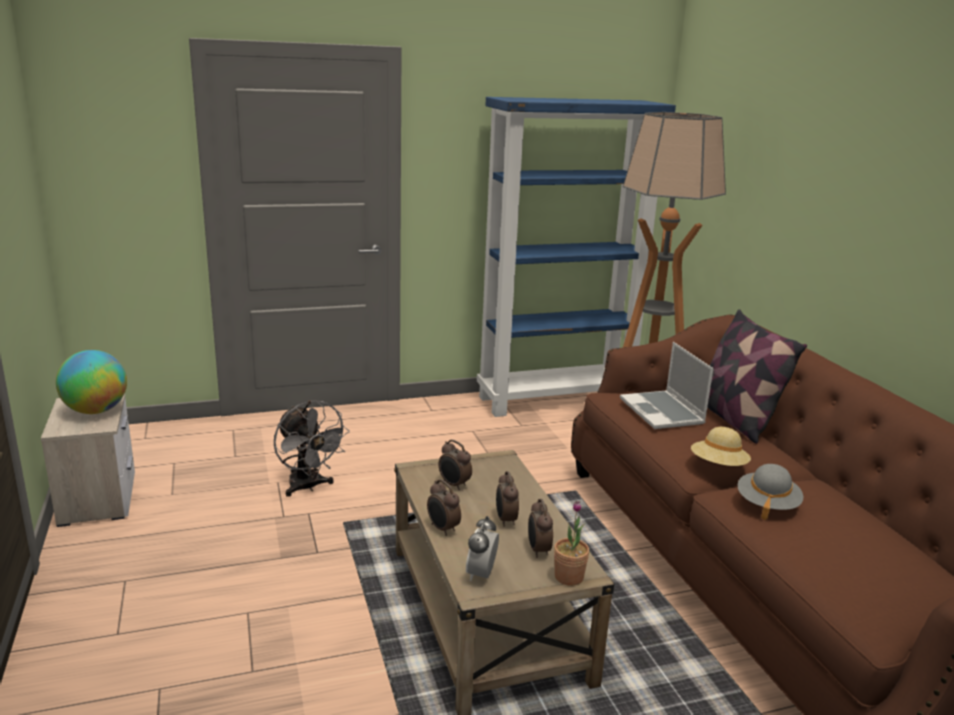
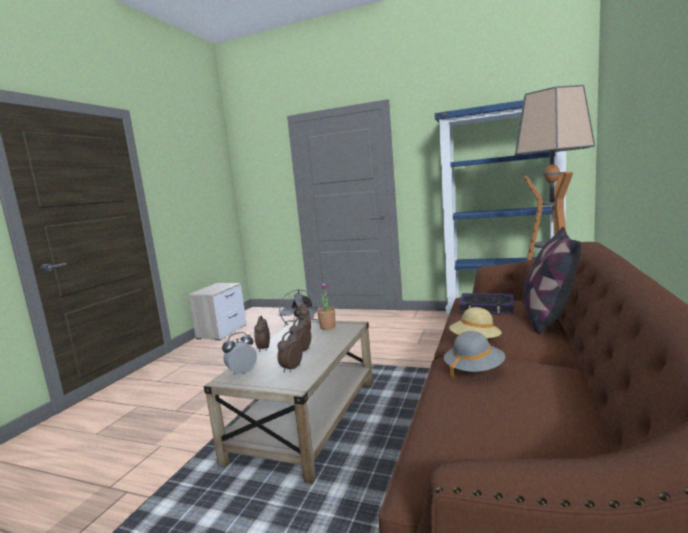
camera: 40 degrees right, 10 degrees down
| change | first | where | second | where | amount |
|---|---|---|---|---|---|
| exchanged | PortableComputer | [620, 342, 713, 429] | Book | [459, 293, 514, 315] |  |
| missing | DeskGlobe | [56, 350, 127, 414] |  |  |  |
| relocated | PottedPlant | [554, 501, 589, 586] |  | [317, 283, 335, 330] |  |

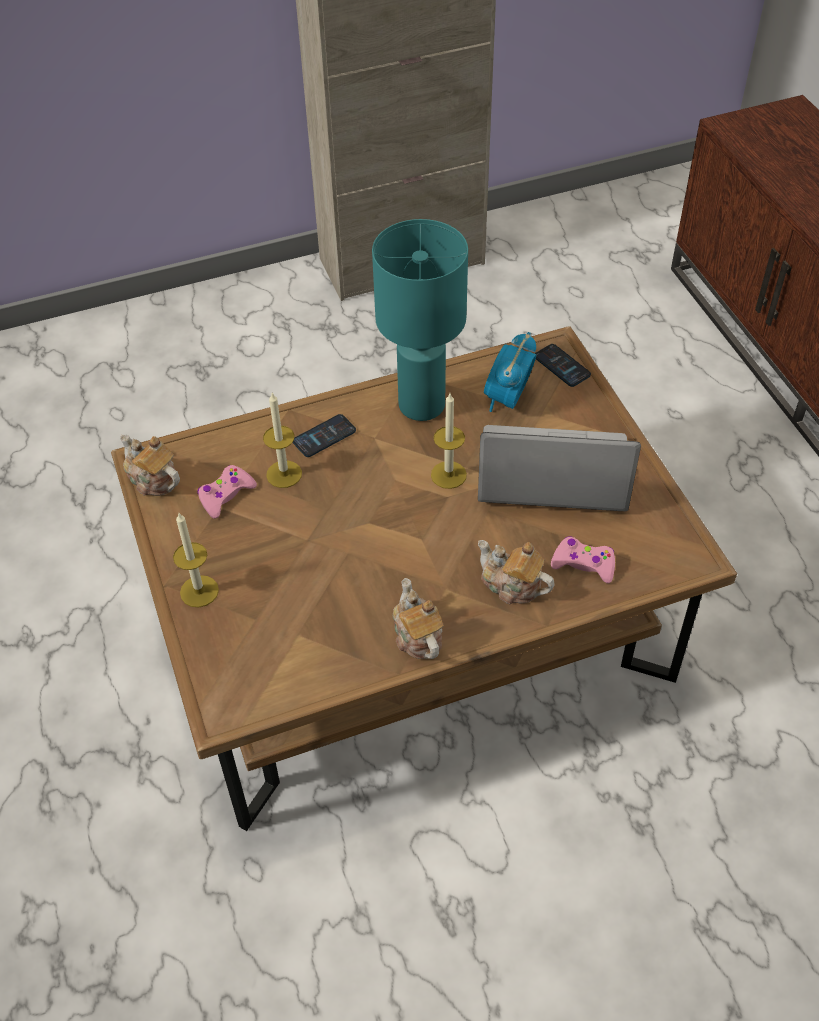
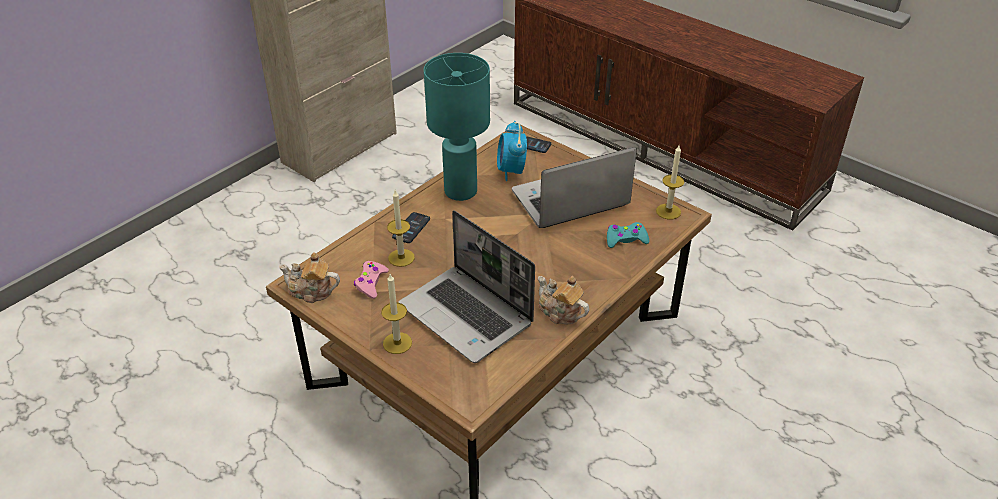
camera: 30 degrees left, 10 degrees down
| change | first | where | second | where | amount |
|---|---|---|---|---|---|
| relocated | Candle | [431, 394, 467, 489] |  | [656, 145, 684, 219] |  |
| colour | PinkishJoypad | [551, 536, 615, 583] | BlueGreenJoypad | [607, 222, 649, 248] |  |
| missing | TeaPot | [478, 540, 554, 604] |  |  |  |
| appeared |  |  | PortableComputer | [398, 210, 535, 363] |  |

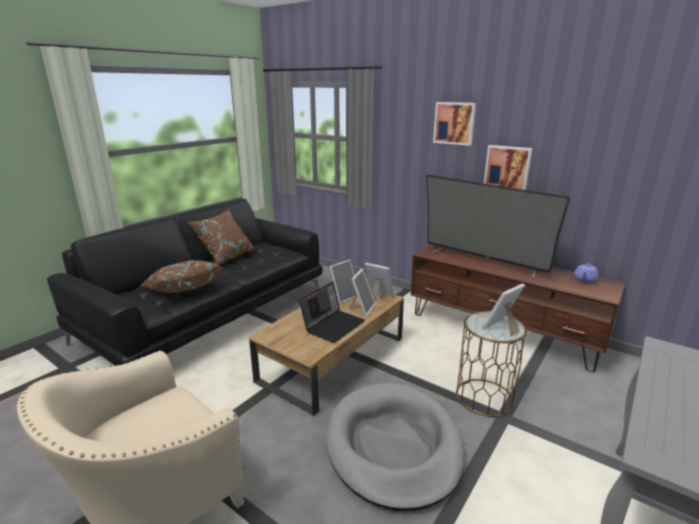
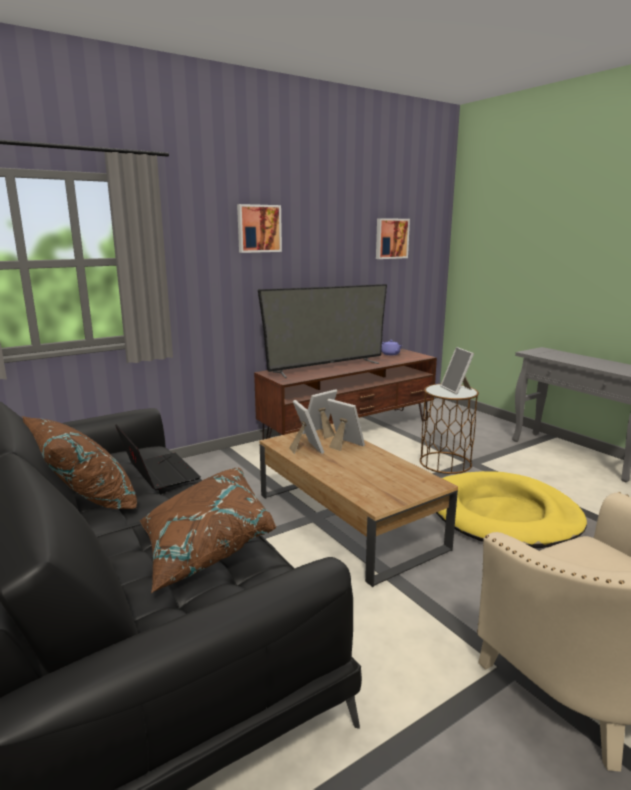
camera: 70 degrees left, 5 degrees down
| change | first | where | second | where | amount |
|---|---|---|---|---|---|
| relocated | Picture | [484, 145, 533, 190] |  | [376, 218, 410, 259] |  |
| relocated | PortableComputer | [299, 282, 365, 343] |  | [115, 424, 201, 490] |  |
| colour | GreyishDogCushion | [326, 383, 465, 512] | YellowDogCushion | [436, 471, 587, 548] |  |

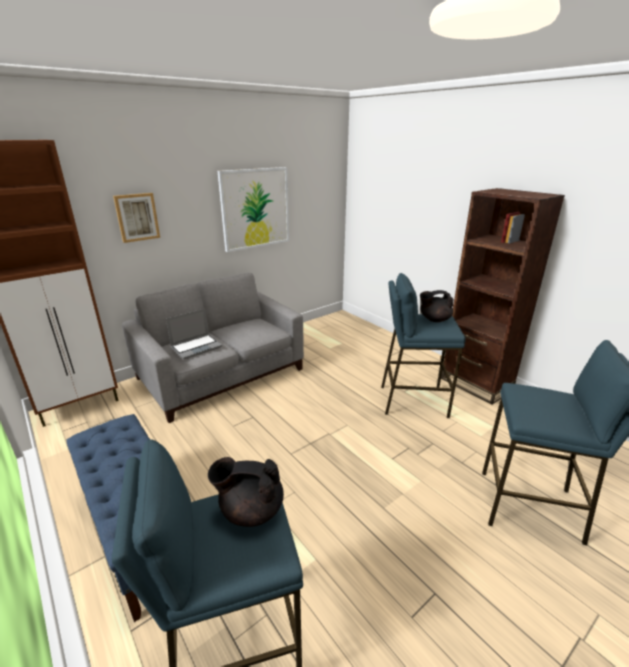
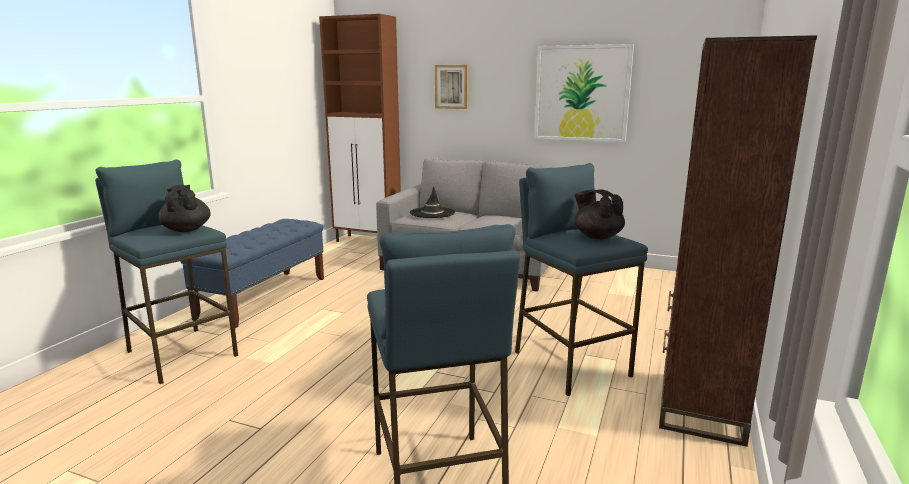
camera: 60 degrees right, 10 degrees down
| change | first | where | second | where | amount |
|---|---|---|---|---|---|
| exchanged | PortableComputer | [166, 308, 222, 359] | BlackWearableHat | [410, 186, 455, 218] |  |

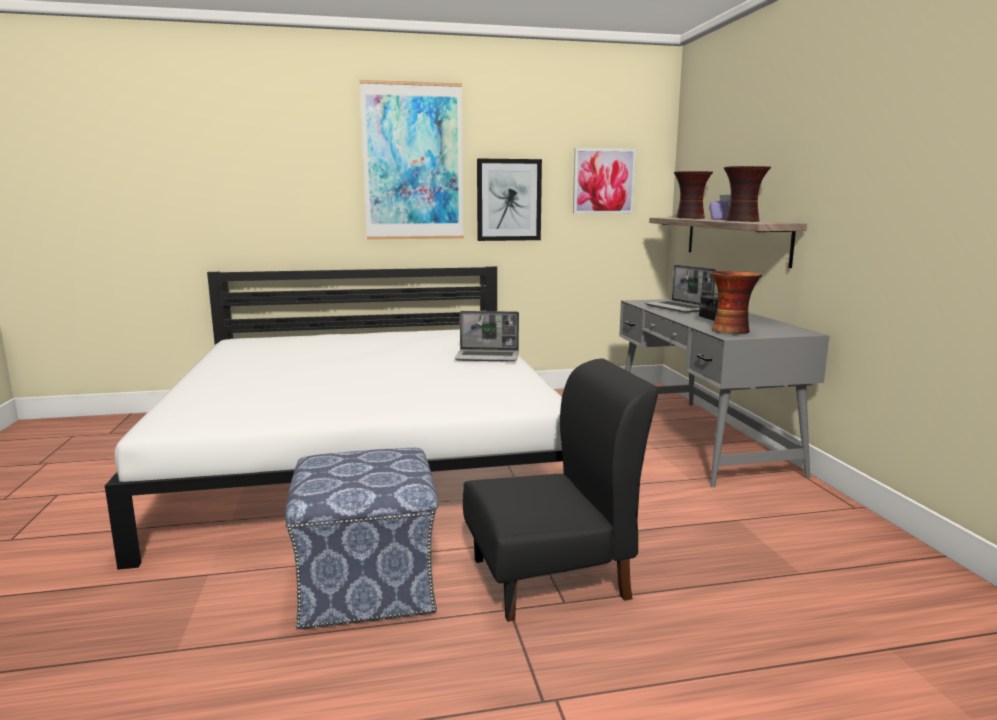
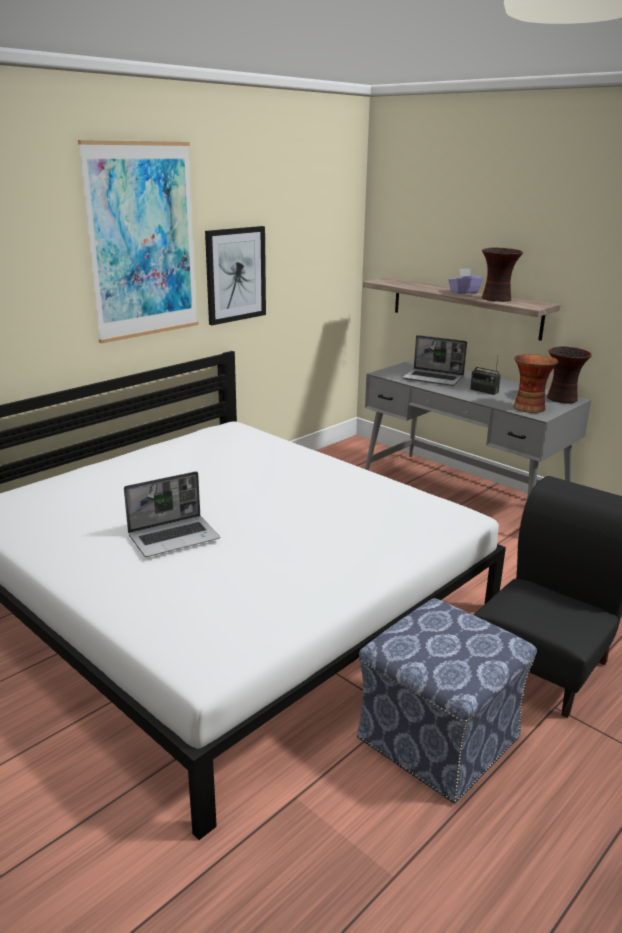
camera: 35 degrees left, 10 degrees up
| change | first | where | second | where | amount |
|---|---|---|---|---|---|
| missing | Picture | [573, 148, 636, 214] |  |  |  |
| relocated | DecorativeVase | [674, 171, 713, 219] |  | [547, 346, 592, 403] |  |
| relocated | PortableComputer | [455, 311, 519, 362] |  | [124, 471, 220, 557] |  |

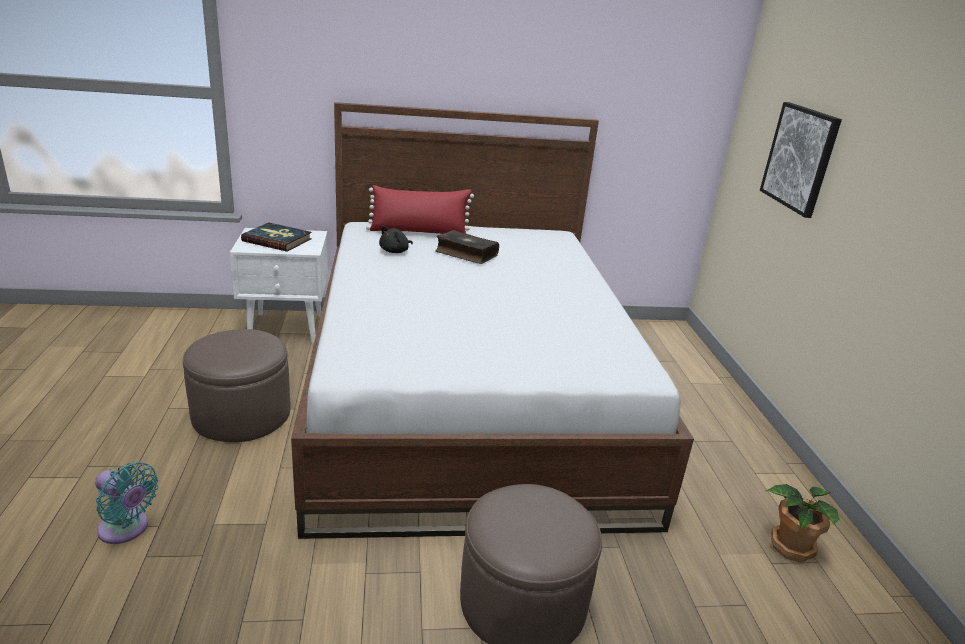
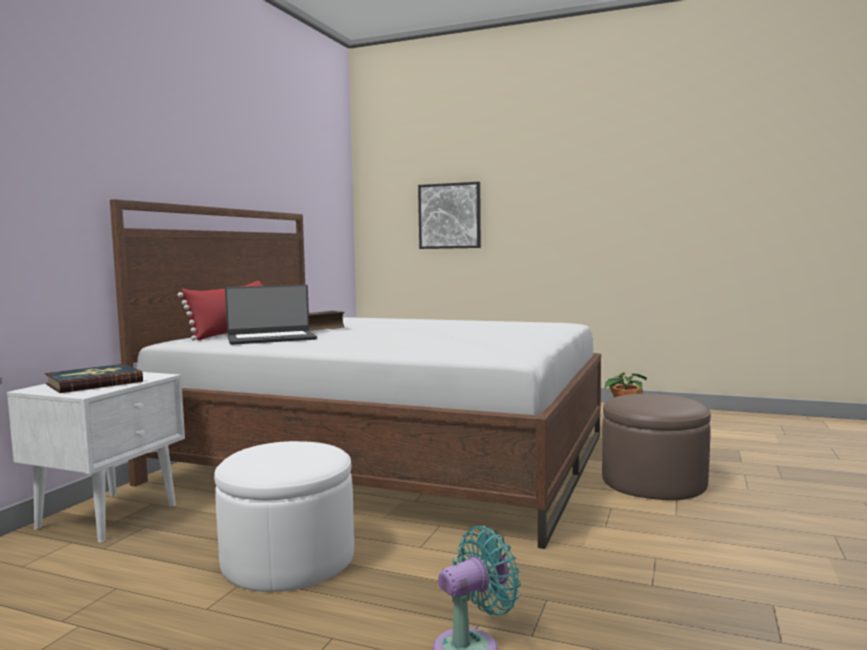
camera: 60 degrees left, 20 degrees down
| change | first | where | second | where | amount |
|---|---|---|---|---|---|
| exchanged | BlackCuddlyToy | [379, 226, 413, 253] | PortableComputer | [225, 285, 317, 345] |  |
| colour | BrownColouredFootrest | [183, 329, 290, 442] | WhiteFootrest | [214, 441, 354, 592] |  |

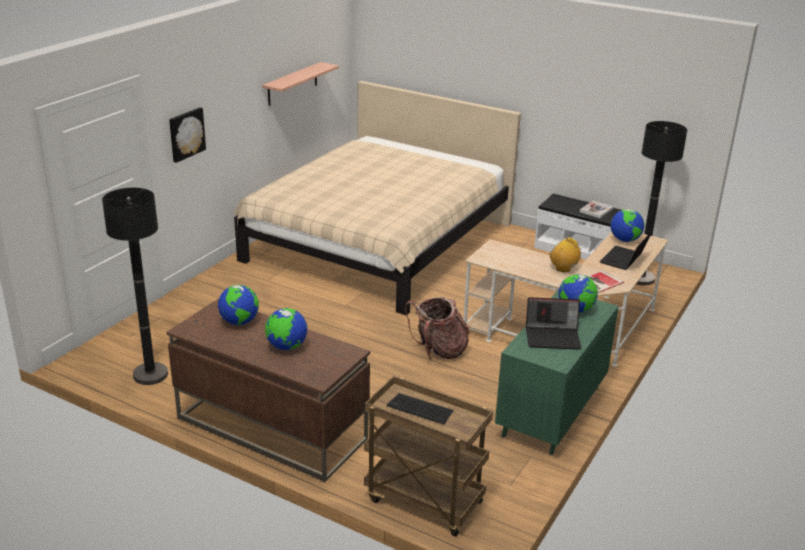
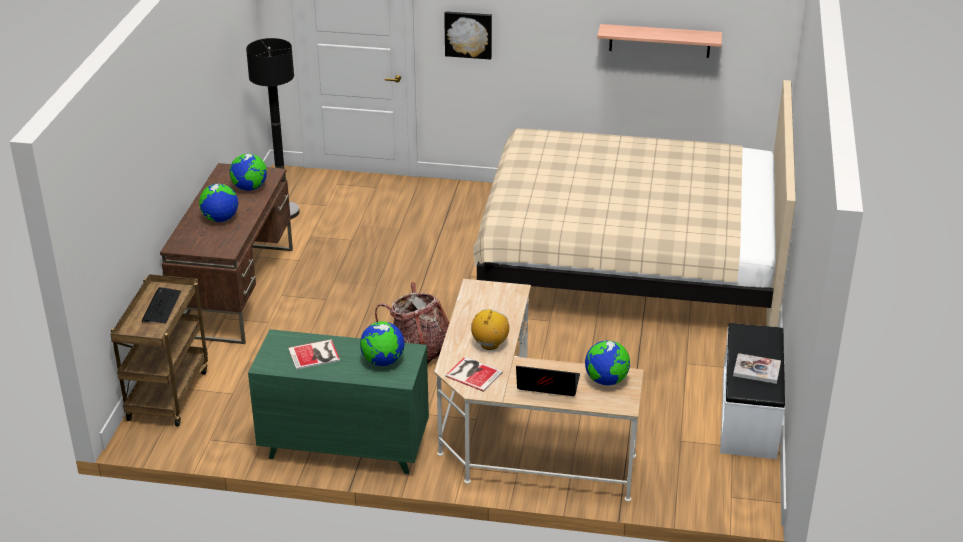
camera: 70 degrees right, 5 degrees up
| change | first | where | second | where | amount |
|---|---|---|---|---|---|
| missing | BlackFloorLamp | [637, 121, 687, 285] |  |  |  |
| exchanged | PortableComputer | [526, 297, 581, 349] | Book | [288, 339, 340, 370] |  |

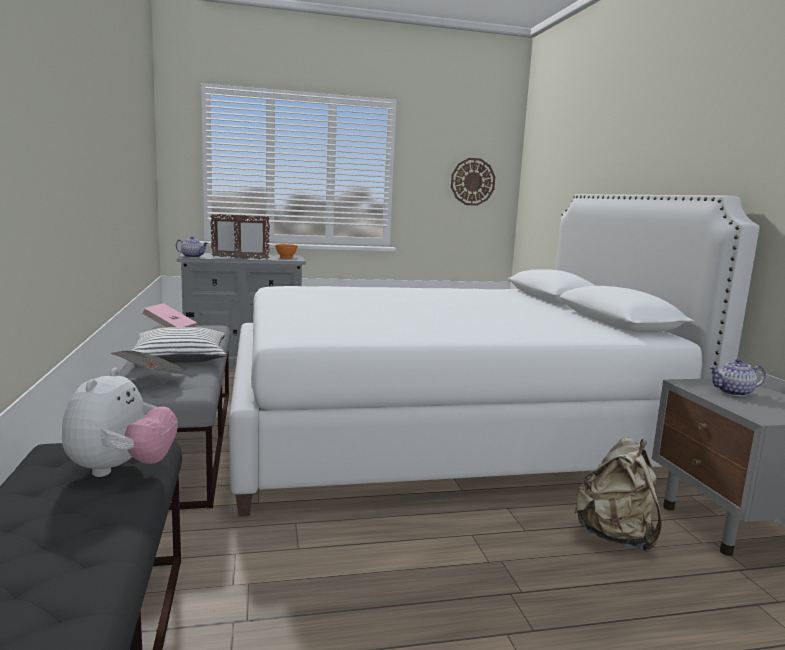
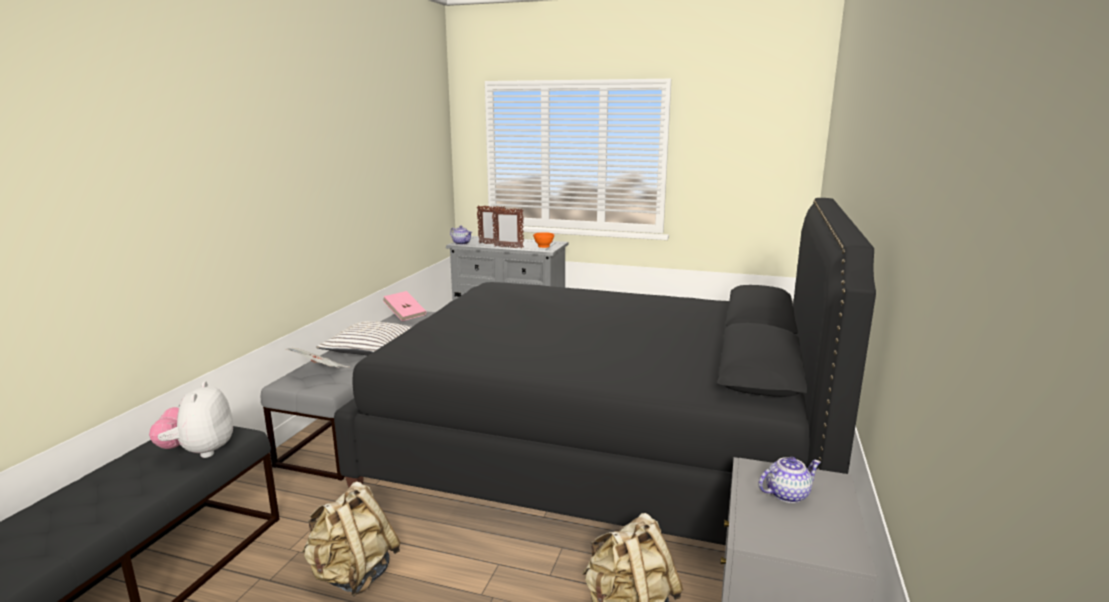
camera: 30 degrees right, 5 degrees up
| change | first | where | second | where | amount |
|---|---|---|---|---|---|
| missing | HangingClock | [451, 158, 495, 206] |  |  |  |
| colour | WhiteBedroomBed | [229, 194, 760, 516] | BlackBedroomBed | [334, 198, 876, 545] |  |
| spun | TeaPot | [709, 358, 766, 397] |  | [758, 457, 821, 503] | 135 degrees clockwise |
| spun | CuddlyToy | [62, 368, 178, 477] |  | [149, 381, 233, 458] | 135 degrees clockwise |
| appeared |  |  | BeigeKnapsack | [302, 481, 401, 597] |  |

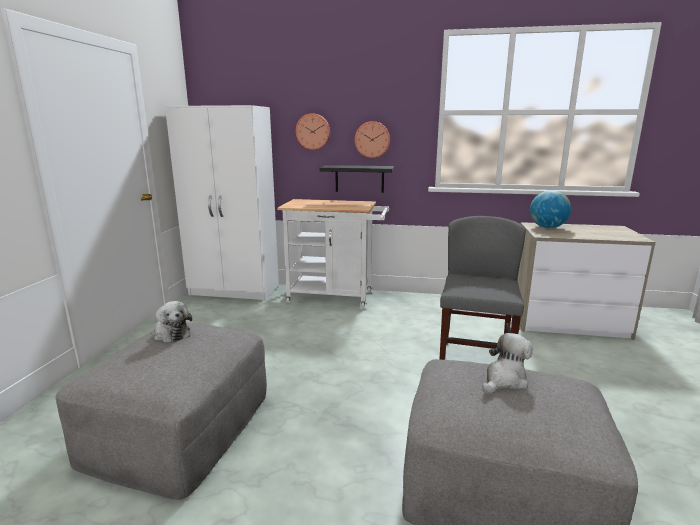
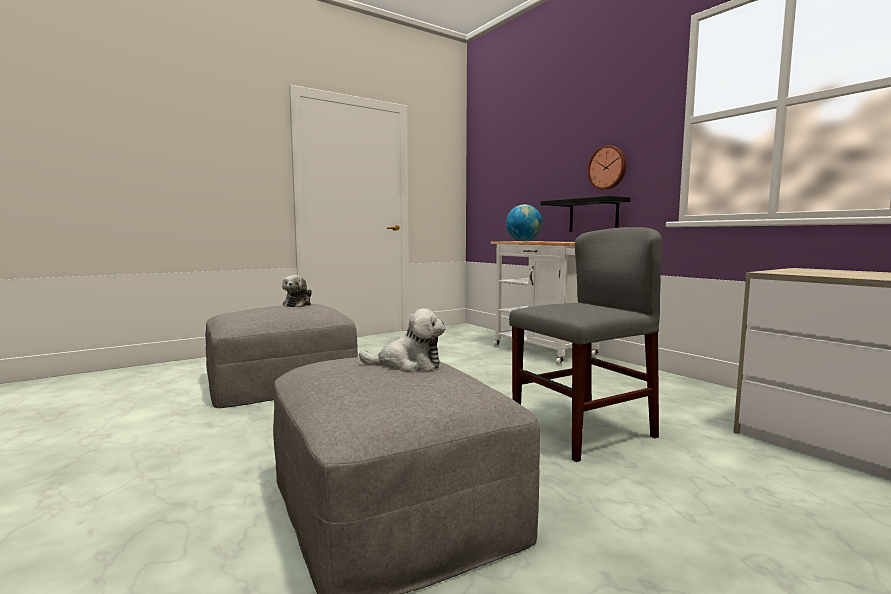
camera: 45 degrees right, 10 degrees down
| change | first | where | second | where | amount |
|---|---|---|---|---|---|
| missing | WhiteArmoire | [165, 105, 279, 301] |  |  |  |
| missing | HangingClock | [295, 113, 330, 150] |  |  |  |
| relocated | DeskGlobe | [530, 190, 571, 228] |  | [506, 205, 542, 241] |  |

